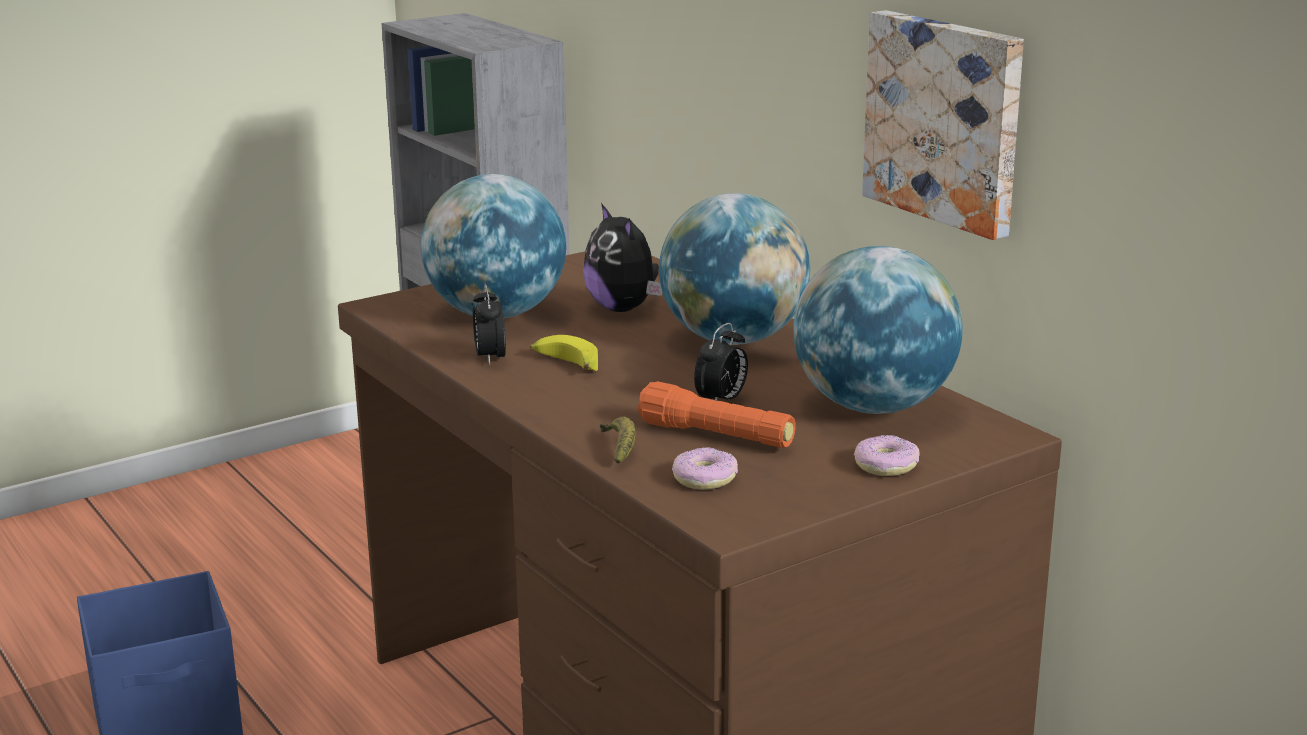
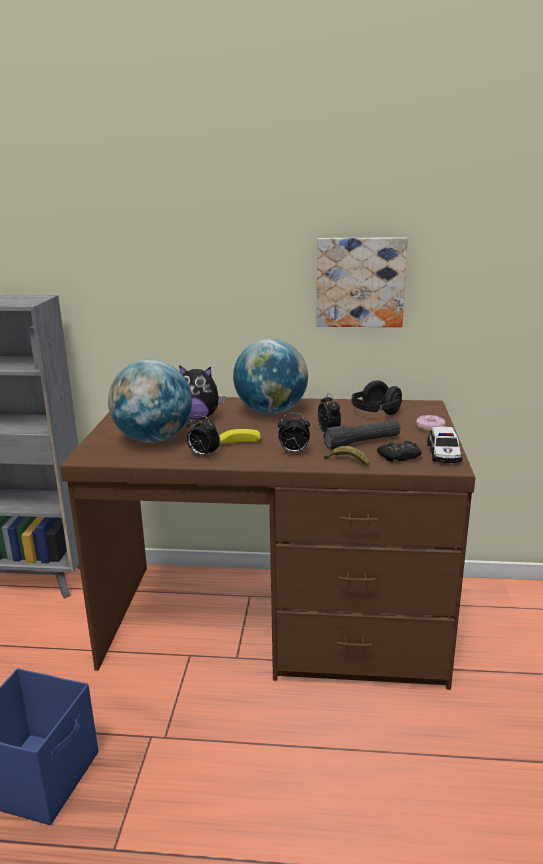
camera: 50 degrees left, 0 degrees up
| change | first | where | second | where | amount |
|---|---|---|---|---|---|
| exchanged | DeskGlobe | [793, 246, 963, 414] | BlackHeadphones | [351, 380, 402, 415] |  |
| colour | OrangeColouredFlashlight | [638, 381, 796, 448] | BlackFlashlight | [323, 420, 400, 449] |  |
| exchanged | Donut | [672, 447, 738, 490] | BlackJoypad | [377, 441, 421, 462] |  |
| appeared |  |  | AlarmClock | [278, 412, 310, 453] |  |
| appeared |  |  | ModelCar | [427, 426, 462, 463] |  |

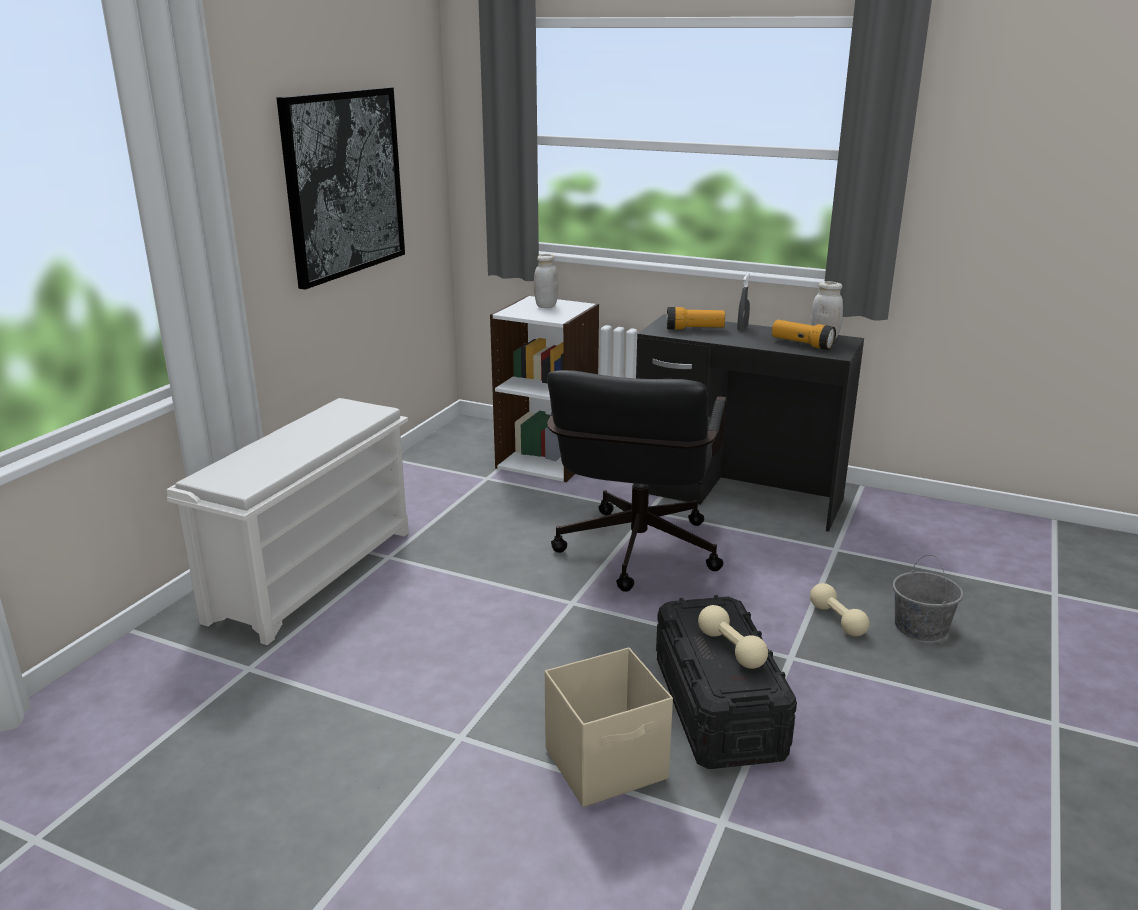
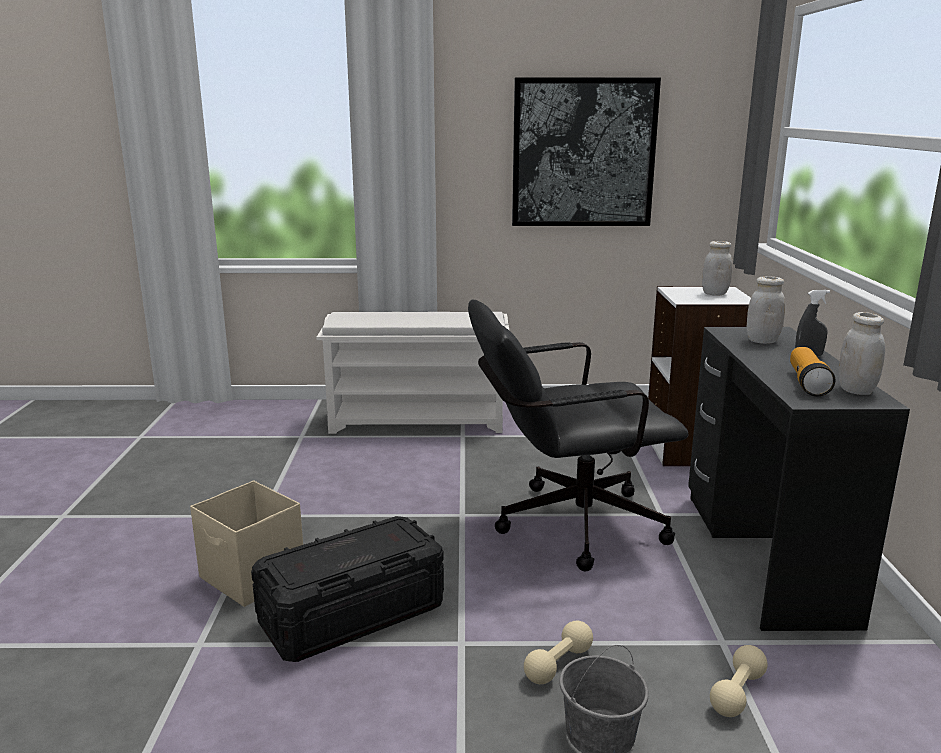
camera: 65 degrees right, 5 degrees down
| change | first | where | second | where | amount |
|---|---|---|---|---|---|
| exchanged | Flashlight | [666, 307, 725, 330] | WhiteStorageJar | [747, 276, 785, 344] |  |
| relocated | BeigeHandWeight | [698, 605, 768, 669] |  | [710, 645, 768, 717] |  |

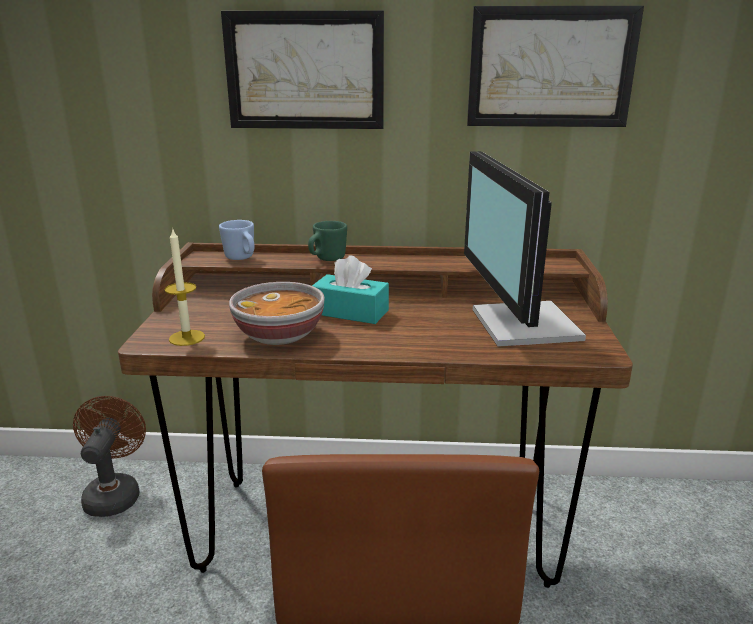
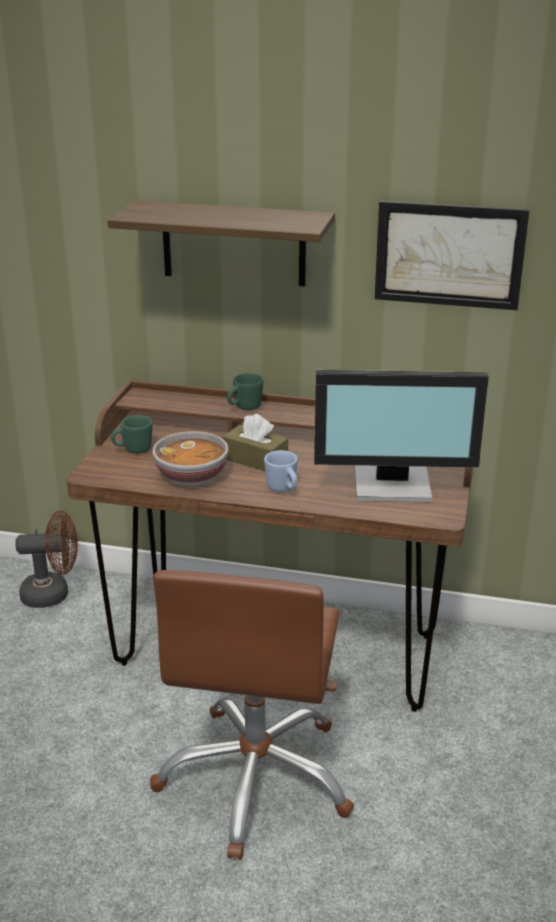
camera: 10 degrees right, 5 degrees up
| change | first | where | second | where | amount |
|---|---|---|---|---|---|
| exchanged | Picture | [221, 11, 384, 129] | BracketShelf | [108, 201, 335, 286] |  |
| spun | ComputerScreen | [464, 151, 586, 347] |  | [314, 370, 489, 502] | 90 degrees counterclockwise |
| relocated | BluishMug | [219, 220, 255, 260] |  | [264, 450, 298, 492] |  |
| missing | Candle | [164, 227, 205, 346] |  |  |  |
| colour | BlueGreenTissueHolder | [312, 255, 389, 324] | BrownColouredTissueHolder | [223, 414, 288, 471] |  |
| spun | BrownColouredFan | [73, 396, 146, 517] |  | [15, 510, 78, 608] | 75 degrees clockwise |
| appeared |  |  | GreenColouredMug | [111, 415, 153, 454] |  |

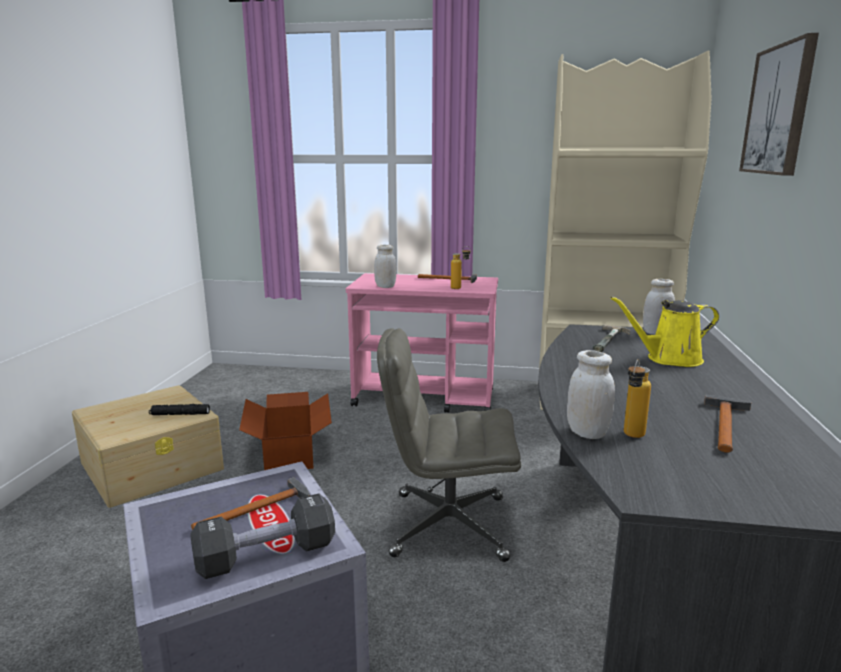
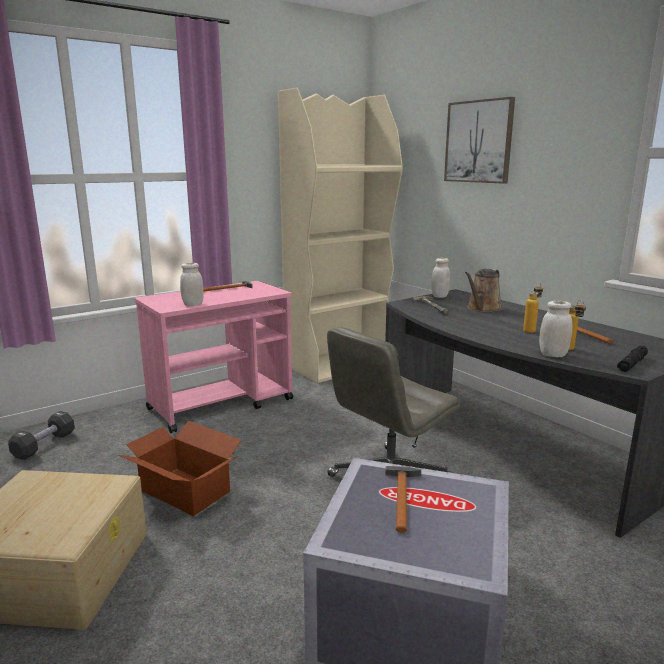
camera: 45 degrees left, 0 degrees up
| change | first | where | second | where | amount |
|---|---|---|---|---|---|
| relocated | DrinkBottle | [451, 246, 471, 289] |  | [523, 282, 543, 333] |  |
| colour | YellowWateringPot | [610, 296, 719, 367] | BrownColouredWateringPot | [465, 269, 503, 312] |  |
| relocated | BlackFlashlight | [149, 404, 210, 415] |  | [617, 345, 648, 372] |  |
| relocated | BlackHandWeight | [190, 493, 335, 579] |  | [8, 411, 75, 460] |  |

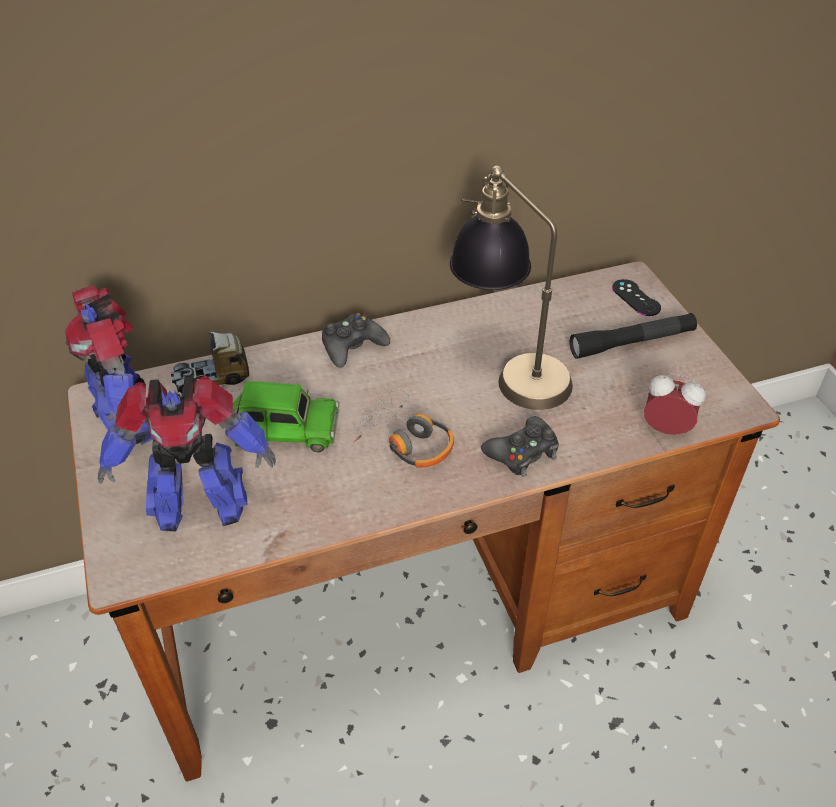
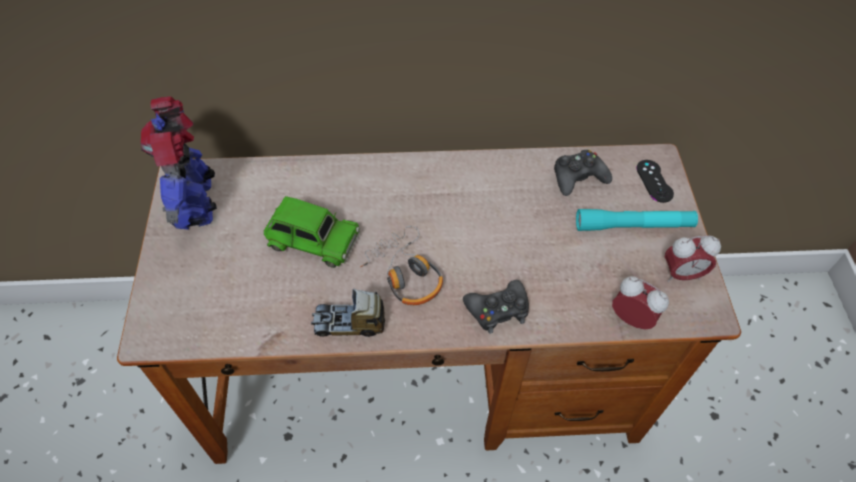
camera: 15 degrees right, 10 degrees up
| change | first | where | second | where | amount |
|---|---|---|---|---|---|
| missing | TableLamp | [450, 166, 573, 410] |  |  |  |
| relocated | BlackJoypad | [322, 313, 390, 368] |  | [554, 150, 612, 196] |  |
| colour | BlackFlashlight | [570, 313, 697, 359] | BlueGreenFlashlight | [576, 209, 698, 231] |  |
| relocated | ModelTruck | [171, 332, 249, 393] |  | [311, 289, 385, 337] |  |
| missing | ToyRobot | [98, 376, 276, 532] |  |  |  |
| appeared |  |  | AlarmClock | [665, 236, 721, 282] |  |

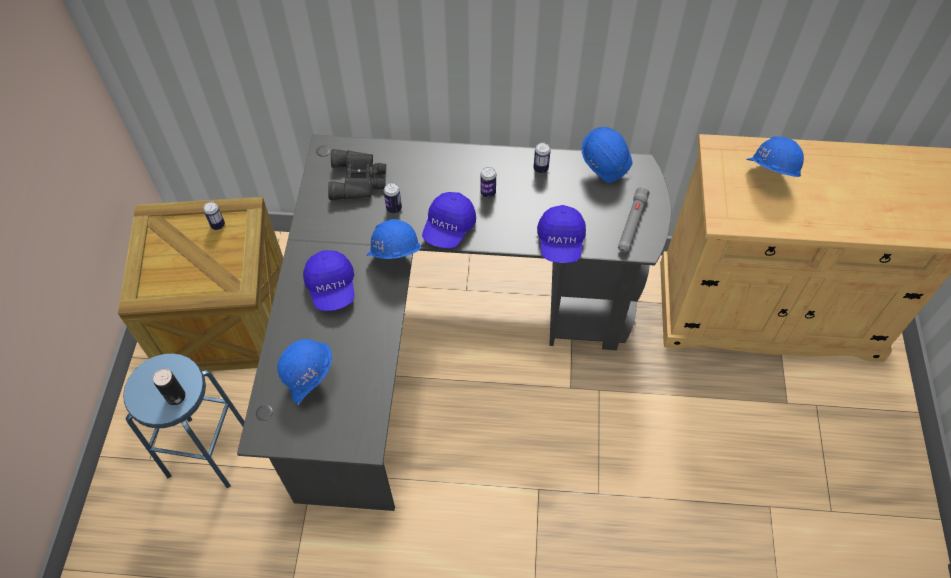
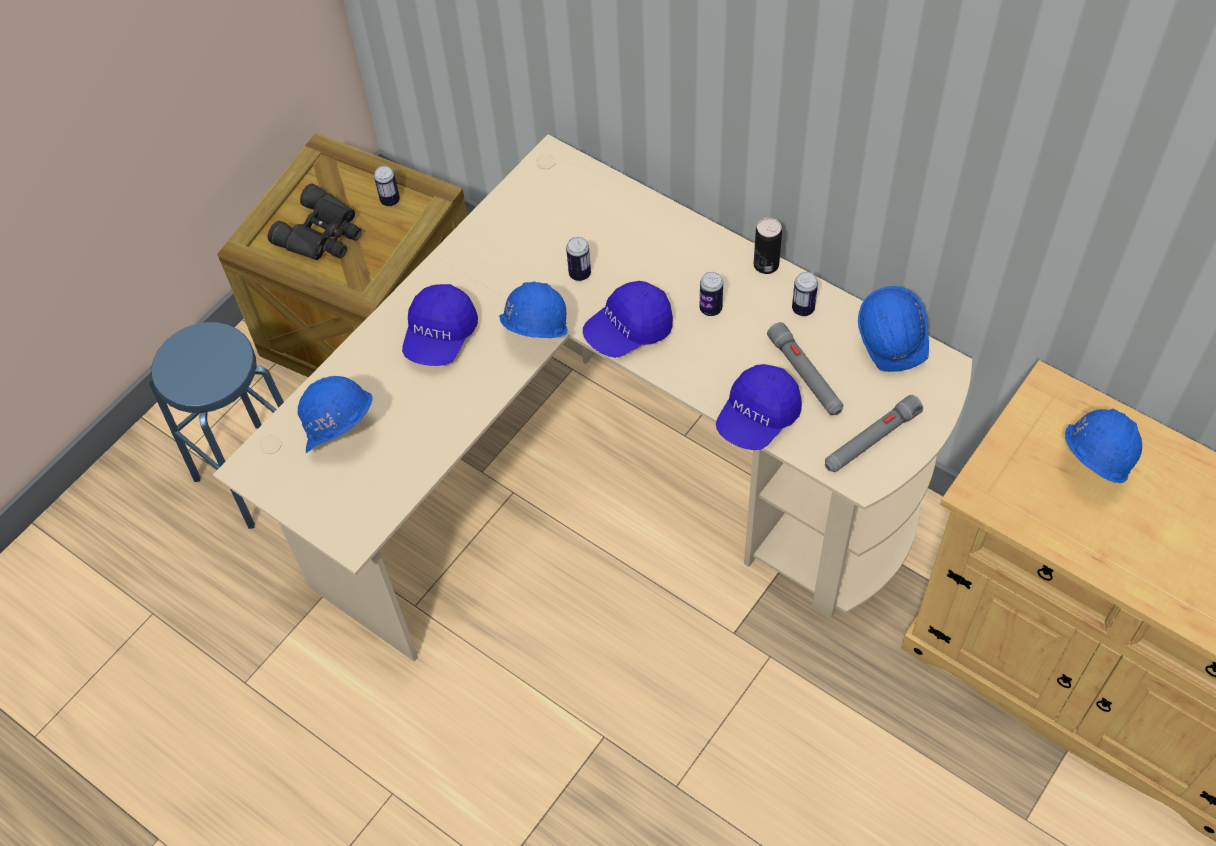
camera: 35 degrees right, 0 degrees up
| change | first | where | second | where | amount |
|---|---|---|---|---|---|
| colour | BlackDesk | [237, 135, 671, 511] | BeigeDesk | [213, 134, 972, 662] |  |
| relocated | BlackFieldGlasses | [328, 149, 386, 200] |  | [267, 184, 362, 260] |  |
| relocated | SealedCan | [153, 369, 186, 405] |  | [754, 218, 782, 274] |  |
| appeared |  |  | GreyishFlashlight | [767, 322, 843, 415] |  |

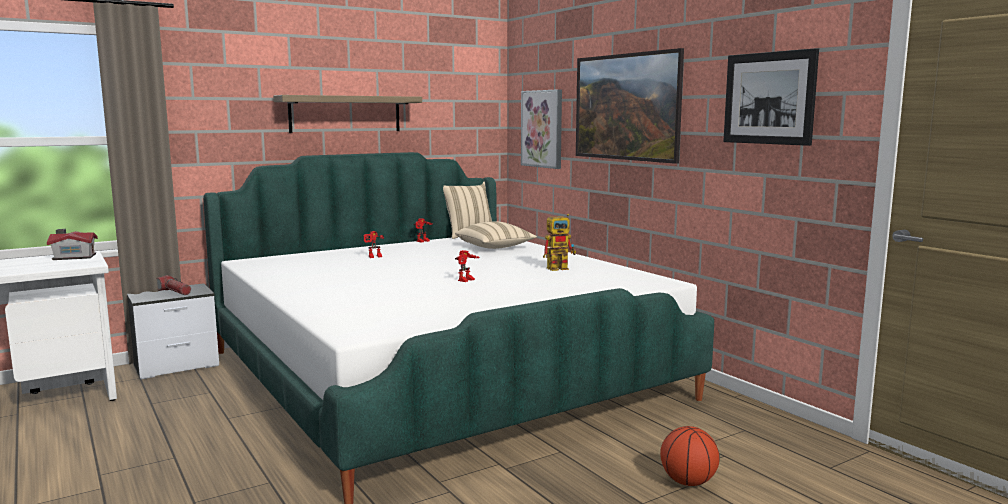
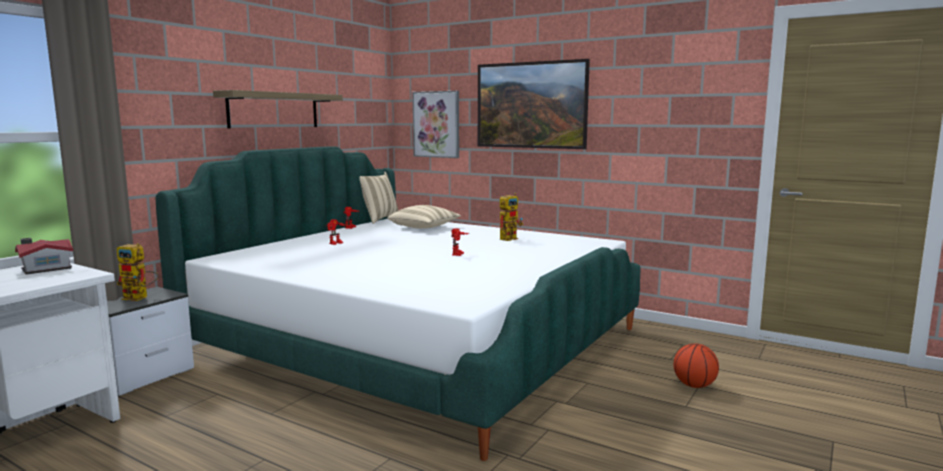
camera: 25 degrees left, 0 degrees up
| change | first | where | second | where | amount |
|---|---|---|---|---|---|
| missing | Picture | [723, 48, 819, 146] |  |  |  |
| exchanged | Flashlight | [157, 275, 191, 295] | ToyRobot | [117, 243, 159, 301] |  |

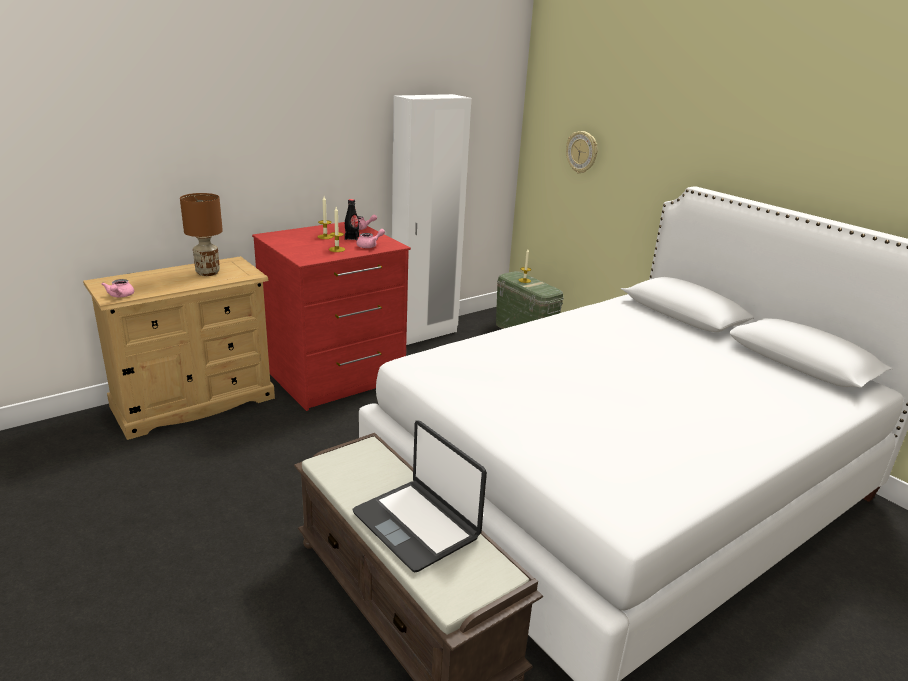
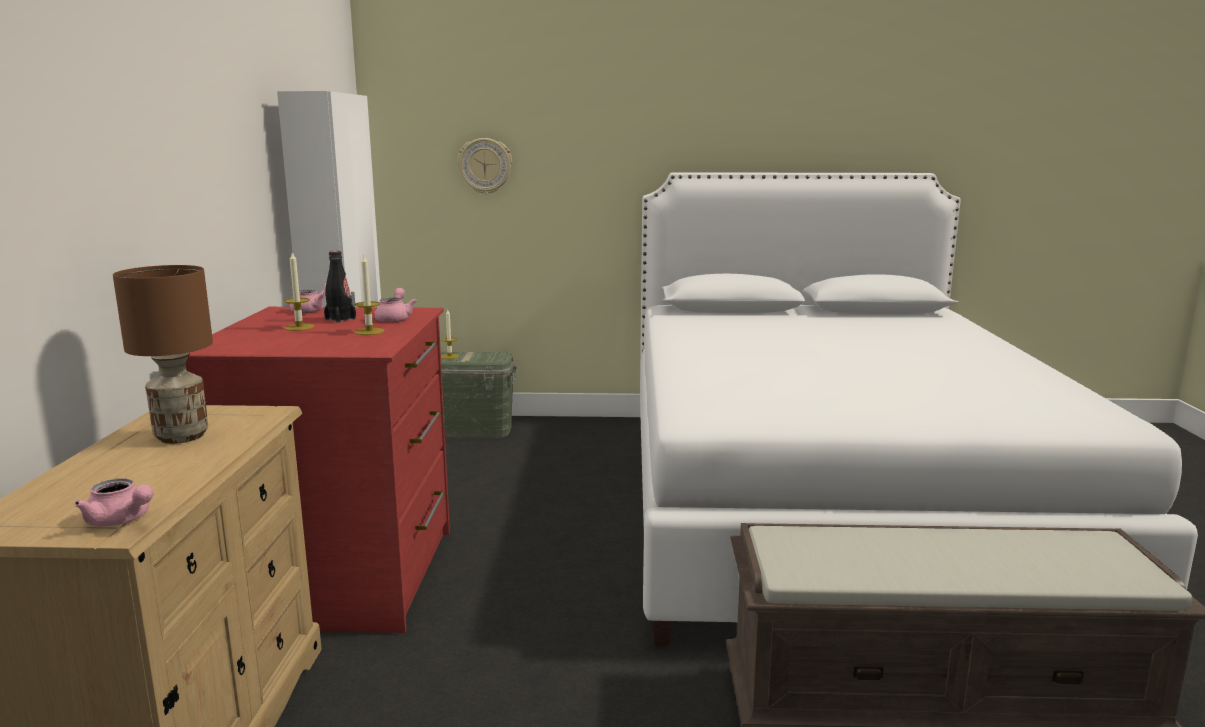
camera: 50 degrees left, 10 degrees down
| change | first | where | second | where | amount |
|---|---|---|---|---|---|
| missing | PortableComputer | [352, 421, 487, 572] |  |  |  |

